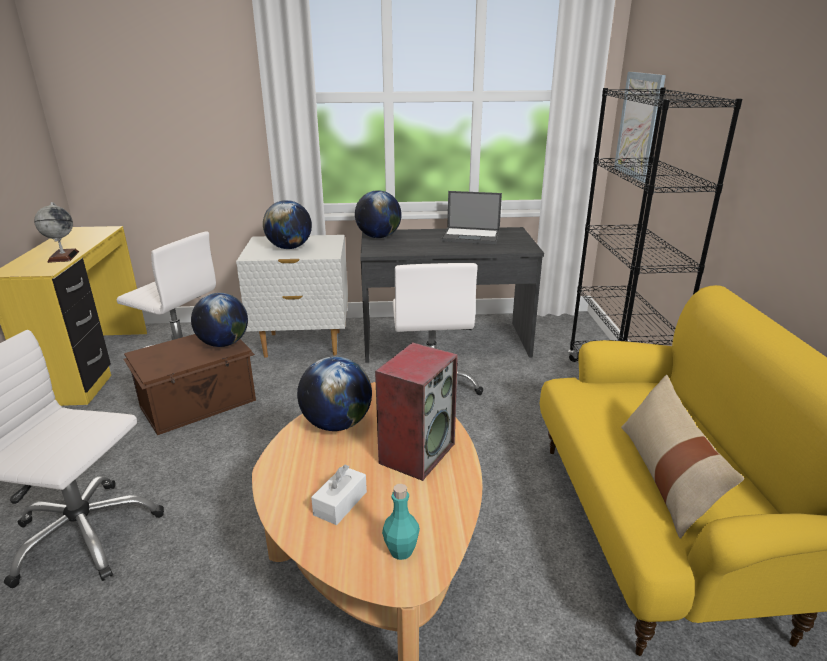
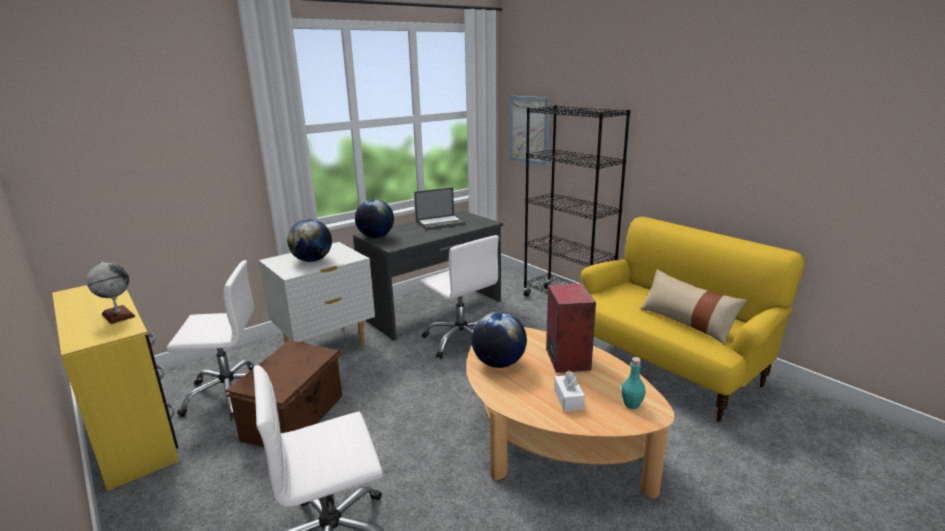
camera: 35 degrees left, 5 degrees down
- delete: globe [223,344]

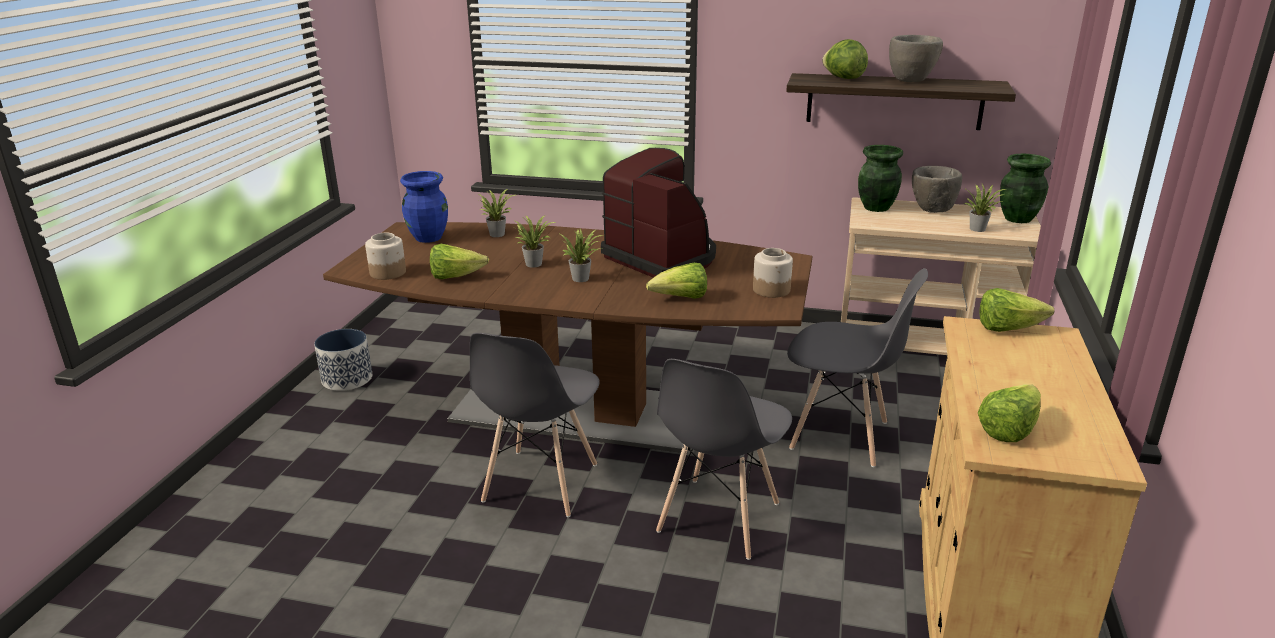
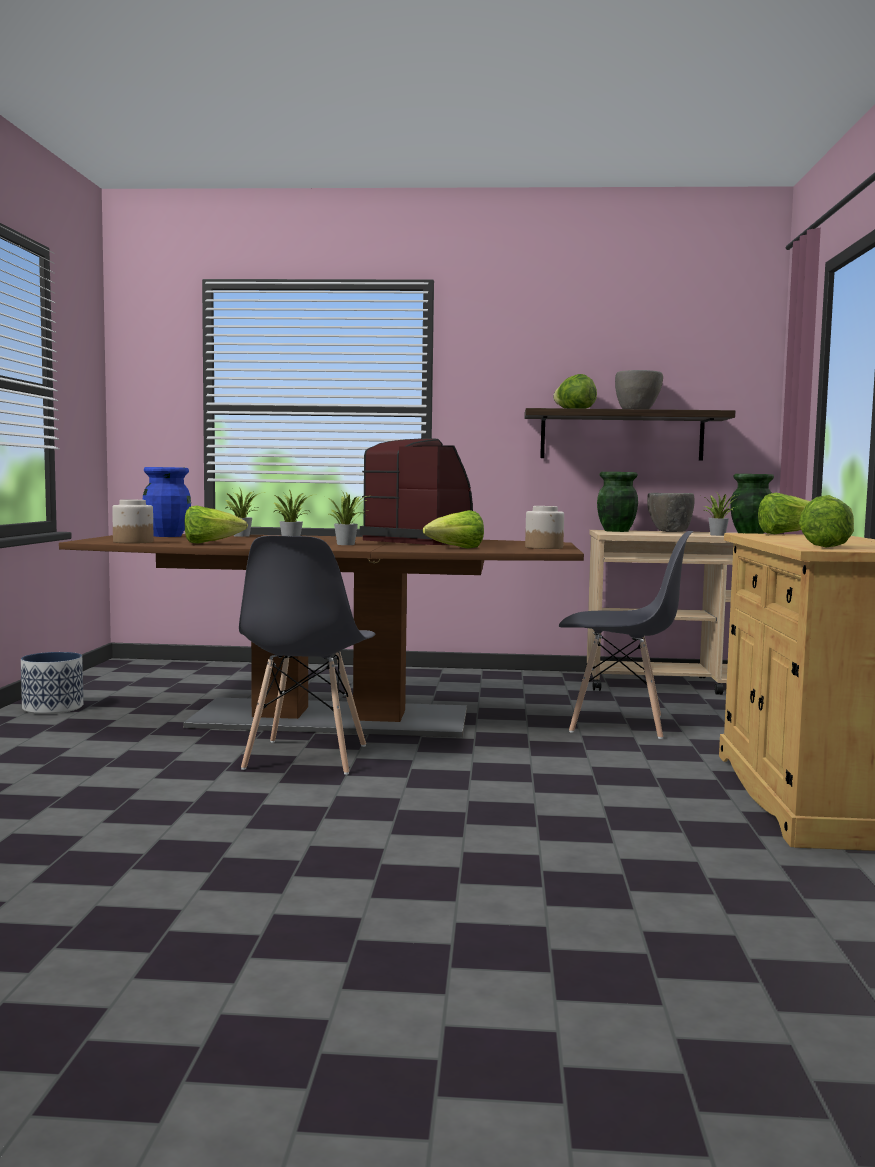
camera: 10 degrees left, 20 degrees down
- delete: chair/grey [718,518]

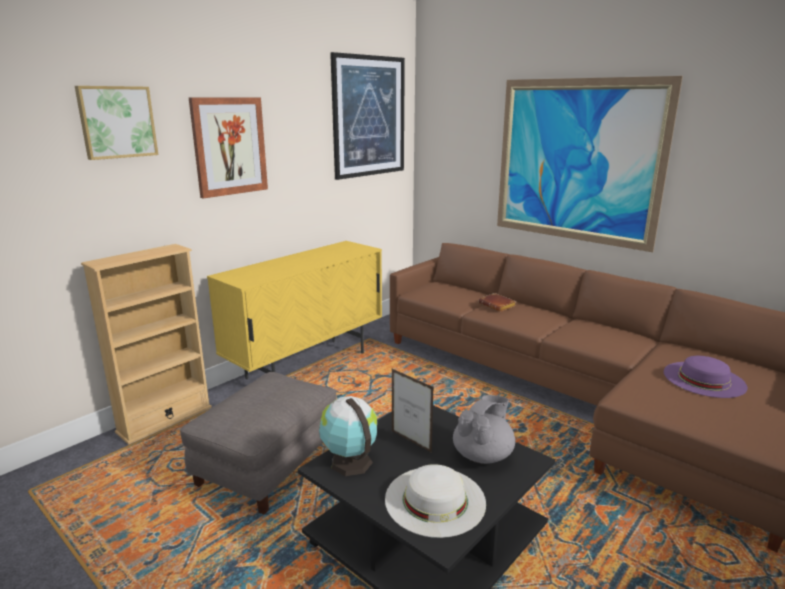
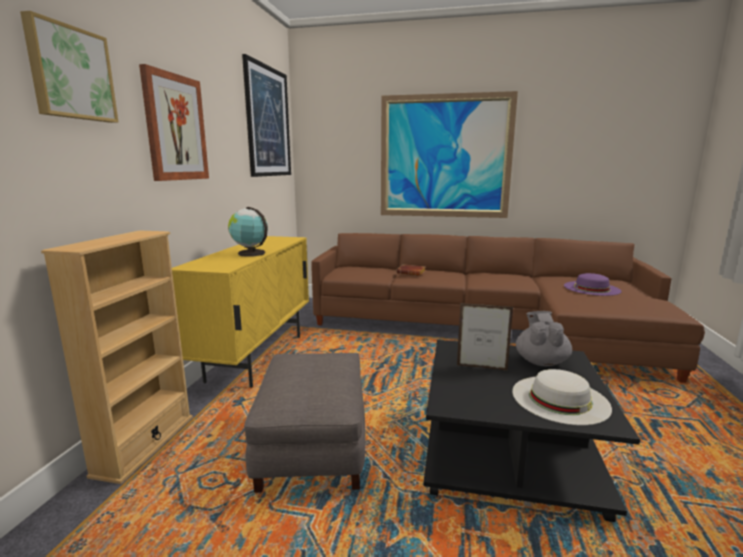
camera: 30 degrees left, 5 degrees down
- move: globe [349,461] to [250,253]

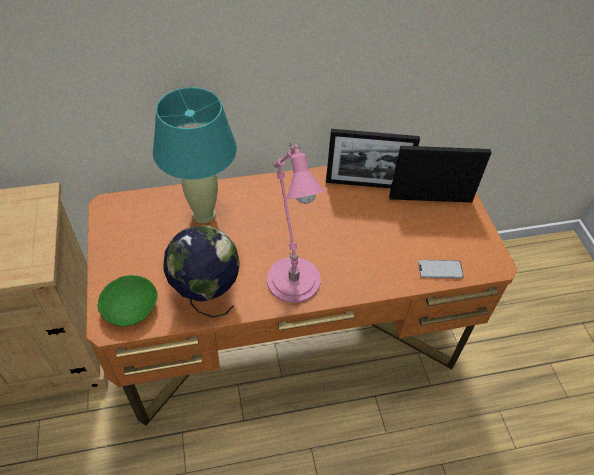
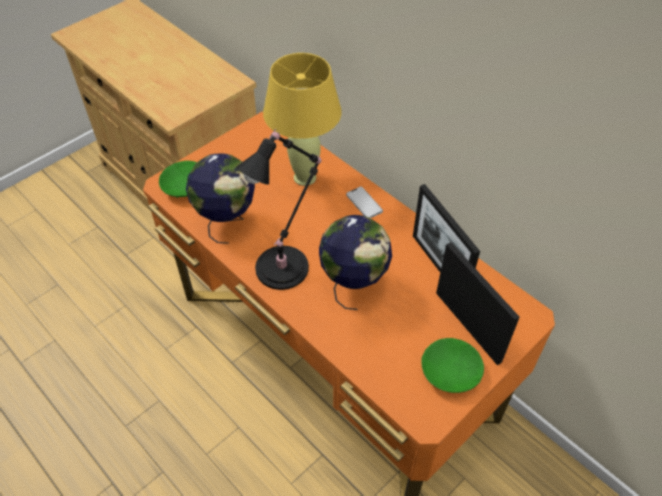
camera: 60 degrees right, 0 degrees up
- recolor: table lamp/pink [292,276] to table lamp/black [285,265]
- recolor: table lamp/turquoise [203,214] to table lamp/yellow [304,177]
- insert: globe [353,285]
- move: phone [440,269] to [364,203]
- insert: bowl/green [451,372]

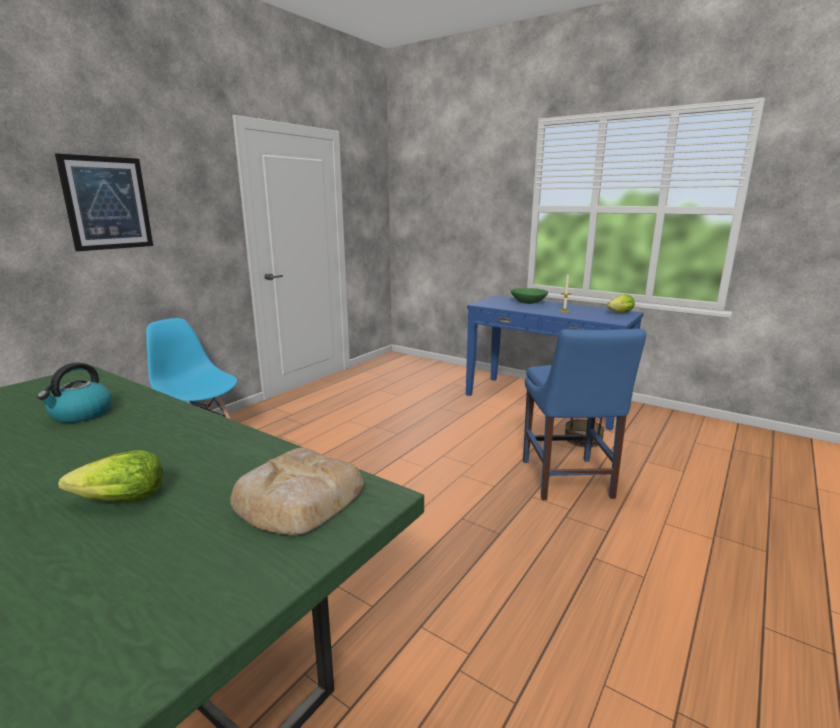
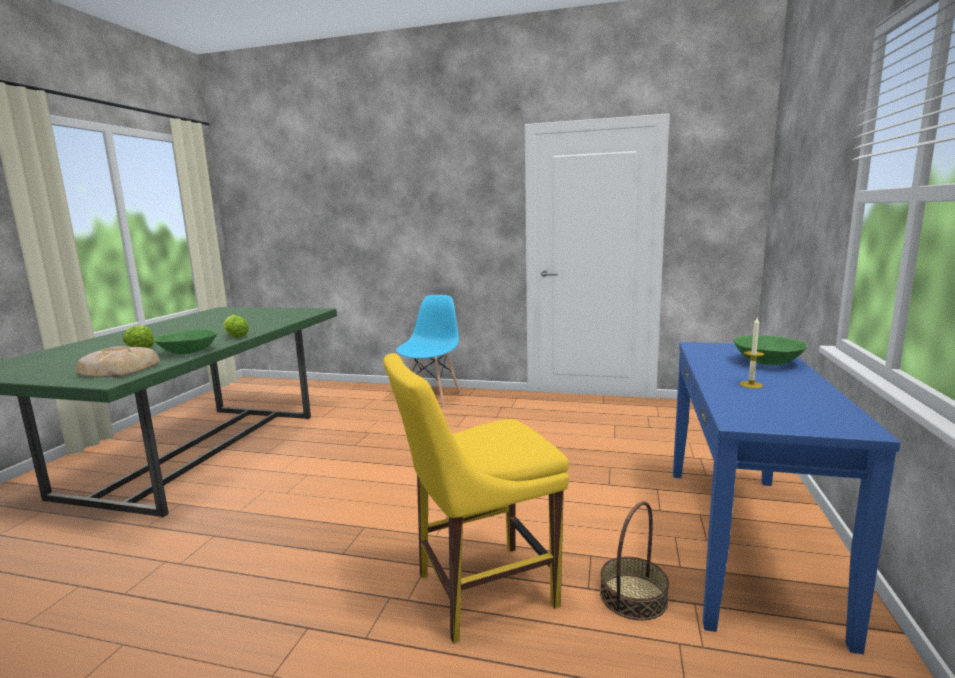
camera: 70 degrees right, 5 degrees down
- insert: bowl/green [188,352]
- move: lettuce [618,313] to [235,336]
- recolor: chair/blue [567,481] to chair/yellow [478,591]
- delete: kettle [81,414]
- delete: picture [107,203]

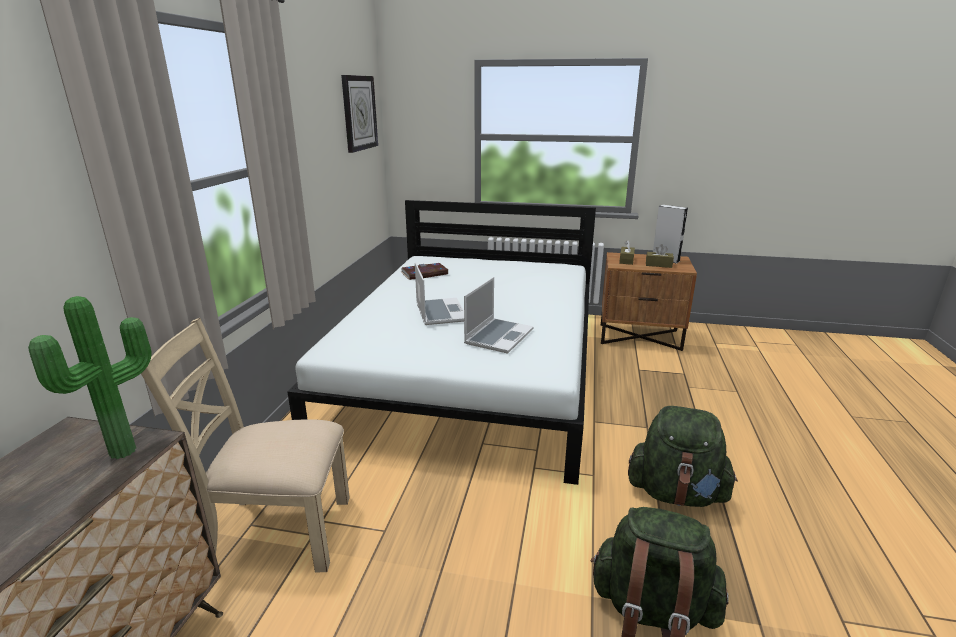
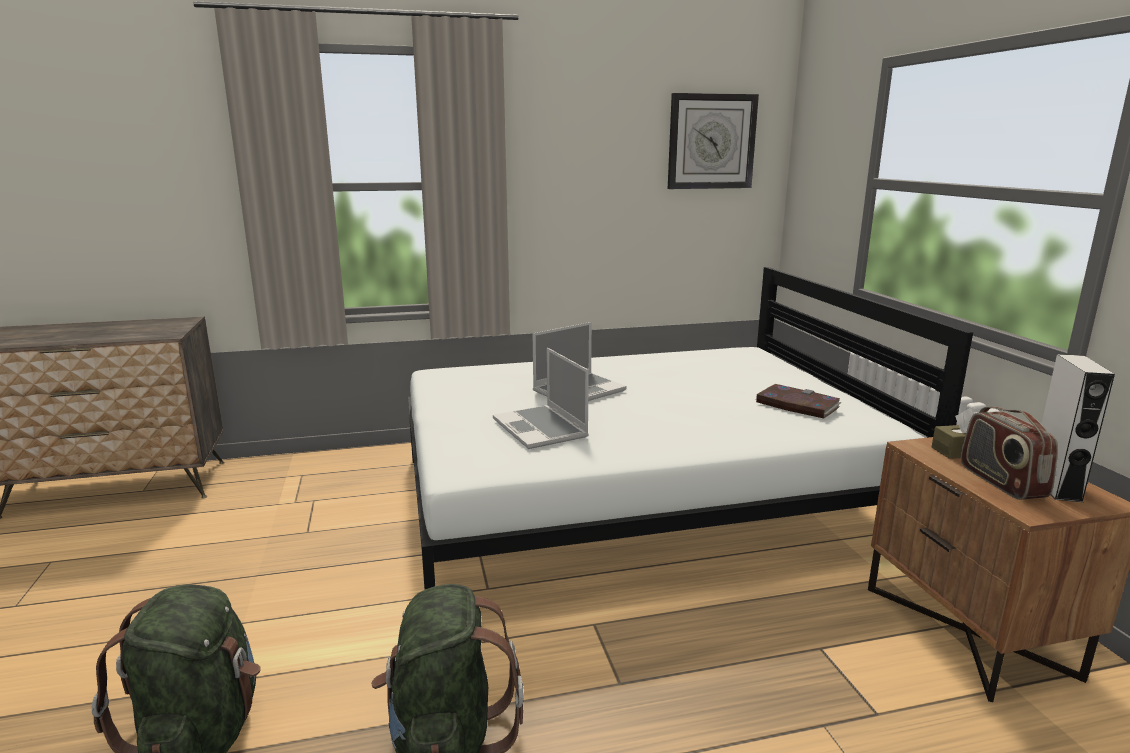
camera: 65 degrees right, 5 degrees down
- rotate: laptop [498,336] = [541,429] 60 degrees clockwise
- move: book [424,274] to [796,405]
- replace: tissue box/brown [658,265] to radio [1001,482]
- delete: potted plant [127,452]
- delete: chair/beige [279,531]

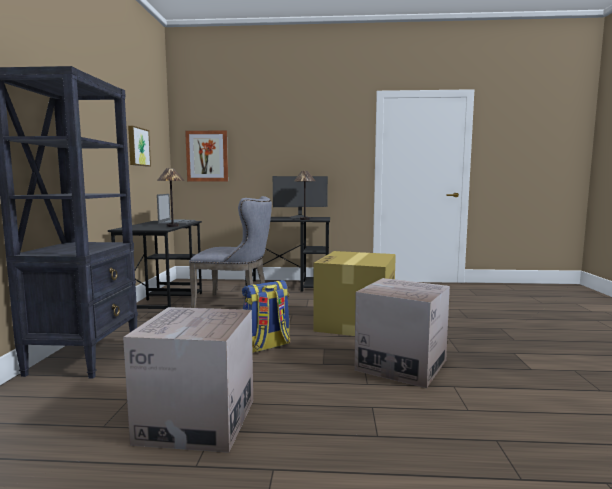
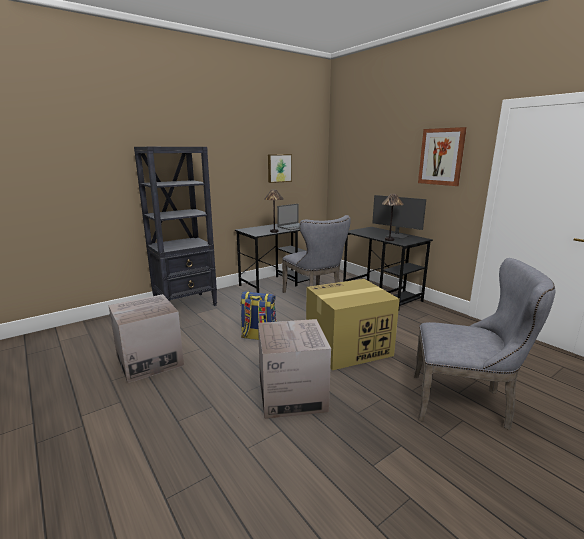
camera: 50 degrees right, 10 degrees up
- insert: chair/grey [465,403]
- move: picture [207,156] to [441,157]

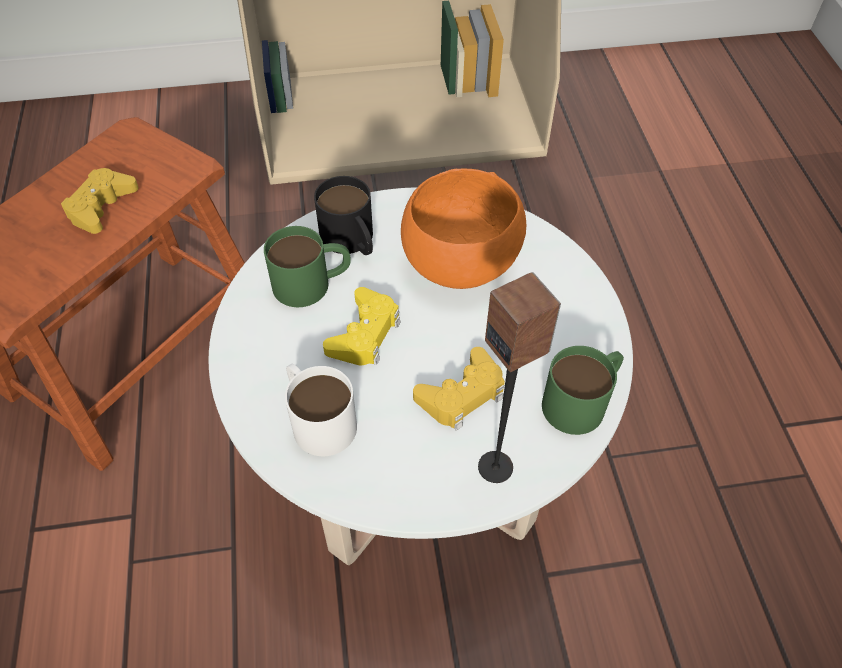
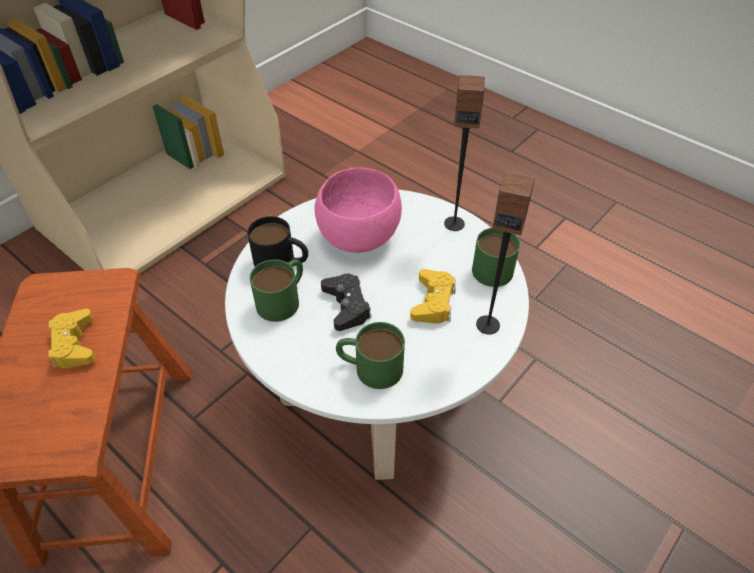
camera: 40 degrees left, 5 degrees down
- recolor: bowl/orange [459,265] to bowl/pink [359,238]
- recolor: game controller/yellow [364,334] to game controller/black [346,306]
- recolor: mug/white [317,418] to mug/green [369,367]
- insert: speaker [454,223]

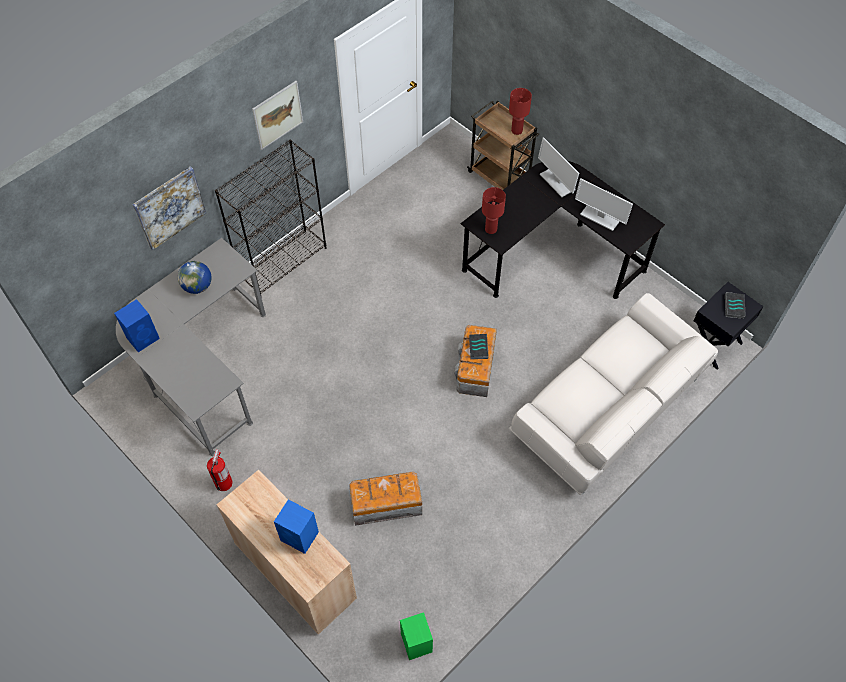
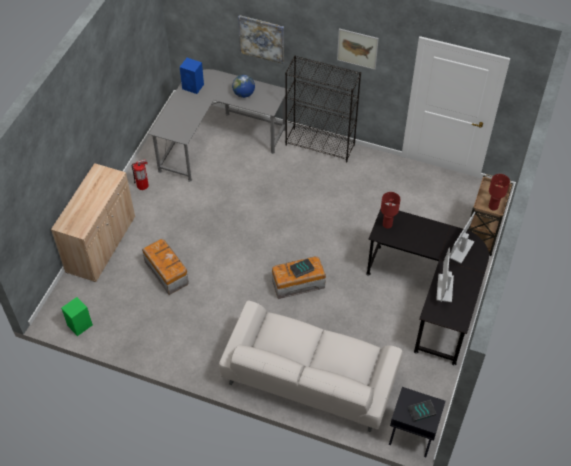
camera: 65 degrees right, 5 degrees down
- delete: speaker/blue [300,536]

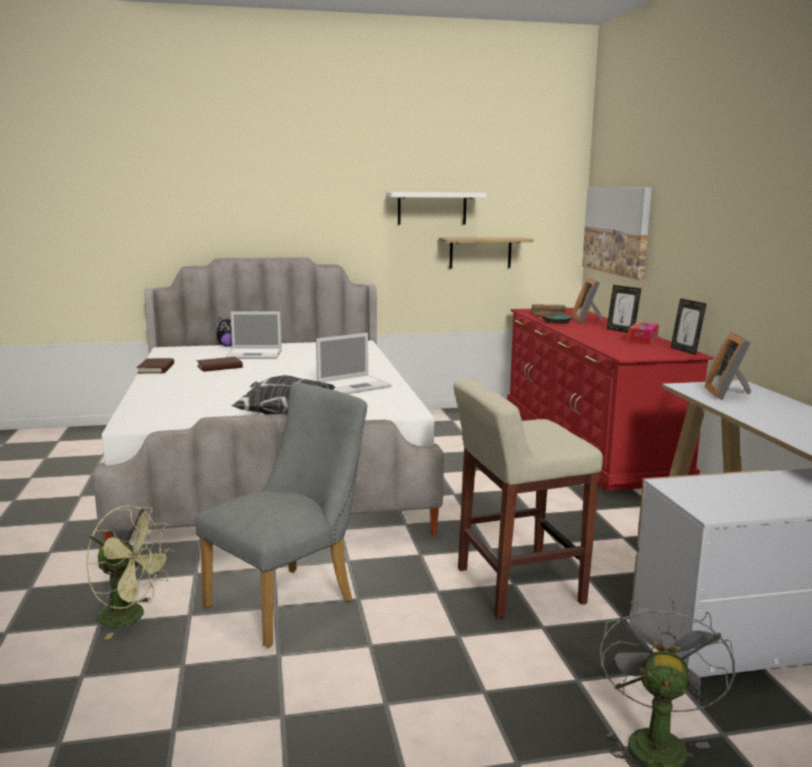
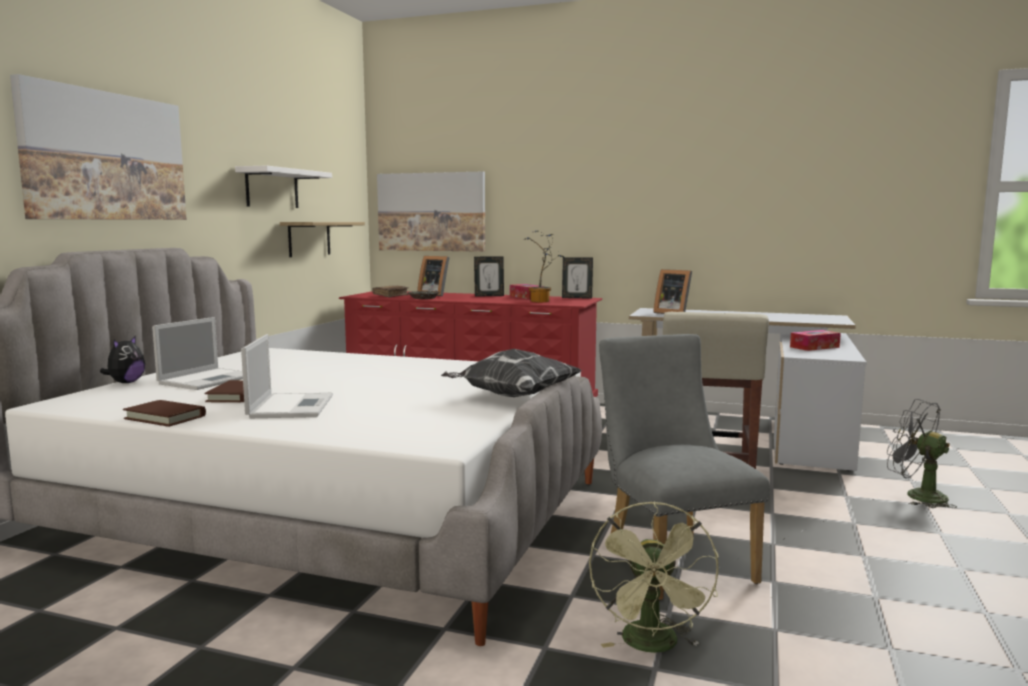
camera: 60 degrees left, 5 degrees down
- insert: picture [105,156]
- move: laptop [355,385] to [291,406]
- insert: potted plant [542,301]
- rotate: fan/green [131,617] = [653,646] 135 degrees clockwise
- insert: tissue box [814,347]

